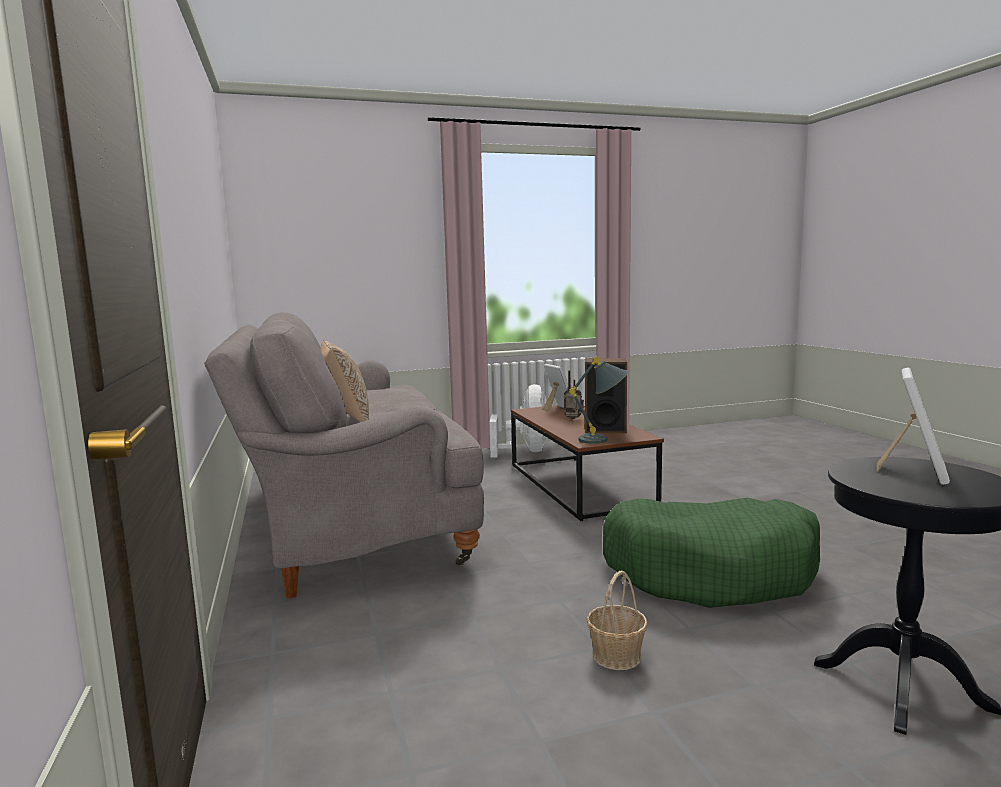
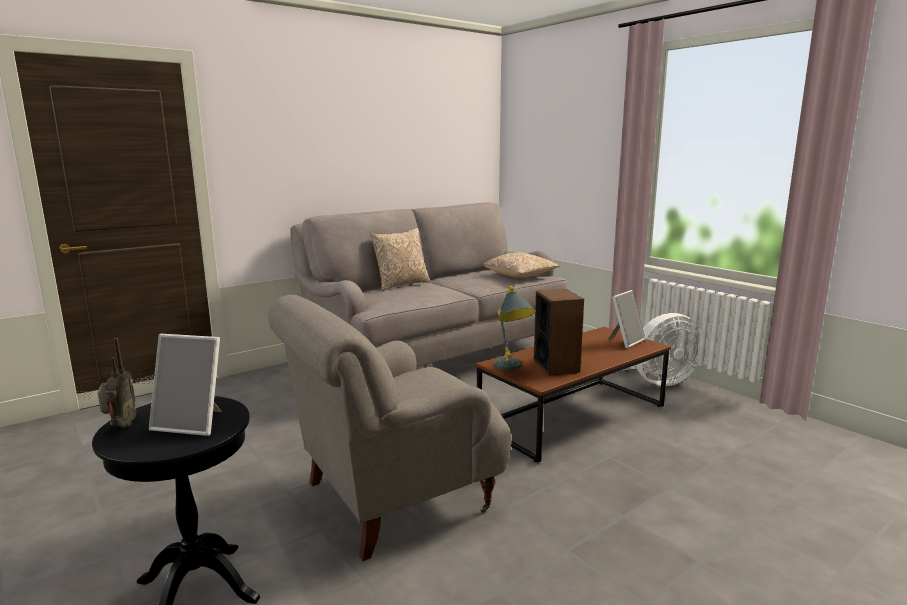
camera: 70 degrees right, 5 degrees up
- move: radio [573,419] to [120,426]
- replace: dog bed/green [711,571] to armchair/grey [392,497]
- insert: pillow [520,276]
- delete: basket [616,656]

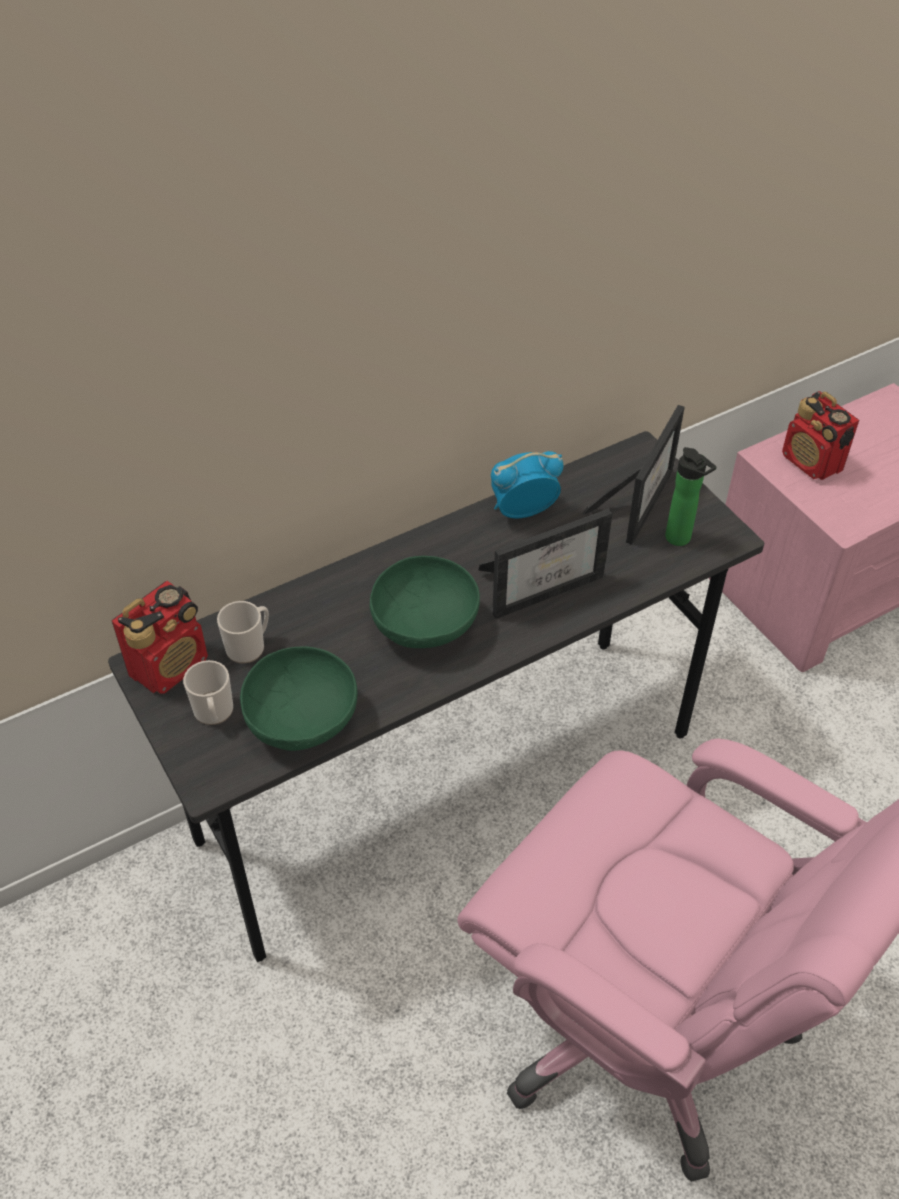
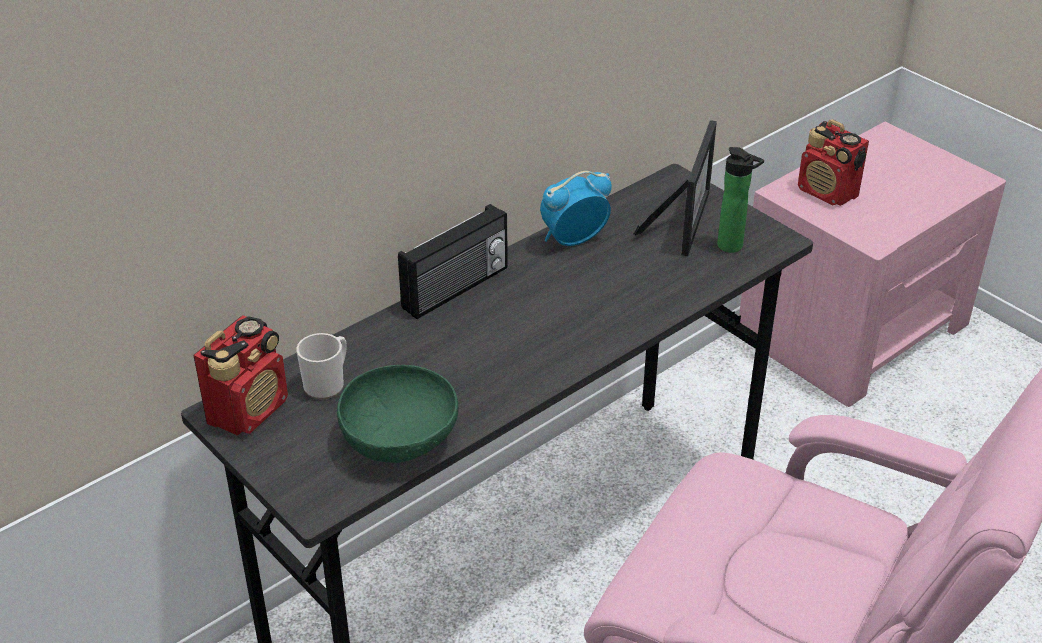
camera: 10 degrees left, 10 degrees down
- insert: radio [457,289]
- delete: mug [214,713]
- delete: bowl/green [425,626]
- delete: picture frame [544,586]

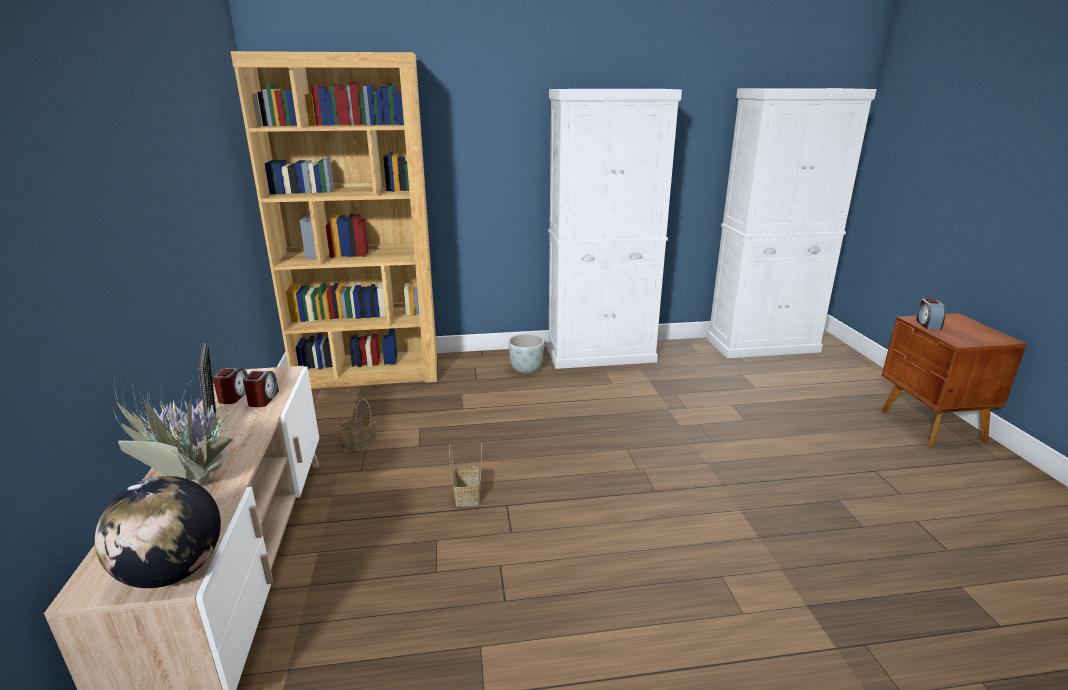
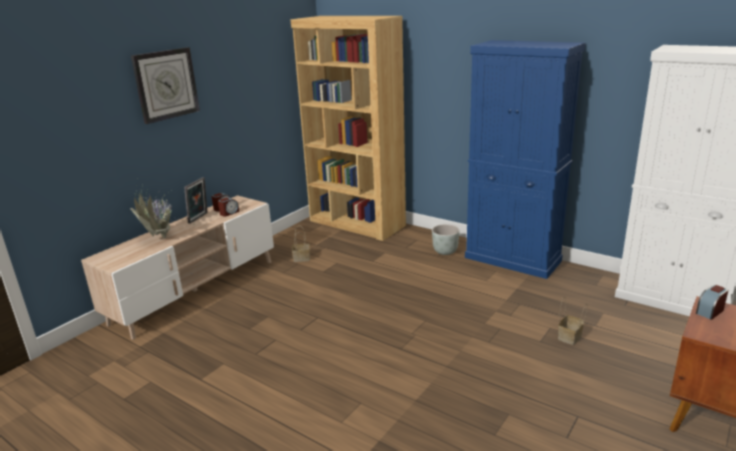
camera: 45 degrees right, 0 degrees up
- insert: wall clock [166,84]
- recolor: cabinet/white [601,355] to cabinet/blue [513,259]
- move: basket [468,497] to [570,337]
- delete: globe [173,571]

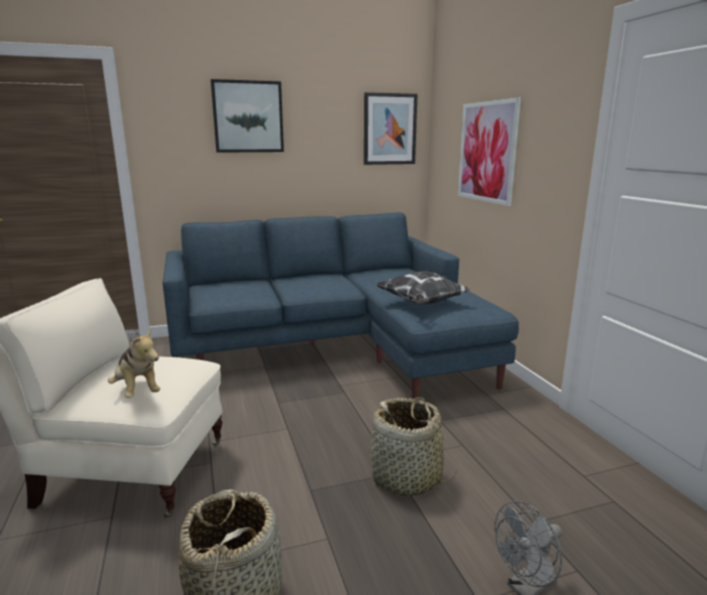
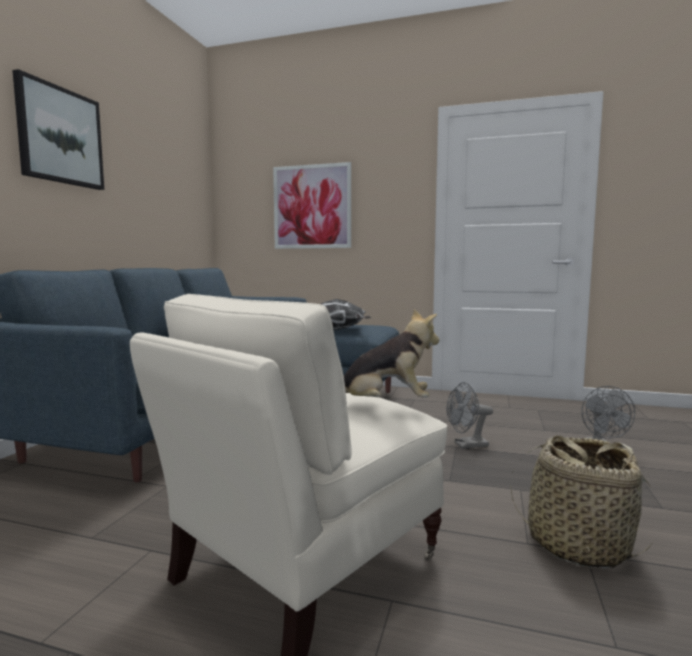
camera: 55 degrees left, 10 degrees down
- replace: basket [407,477] to fan/grey [466,445]
- delete: picture [389,129]

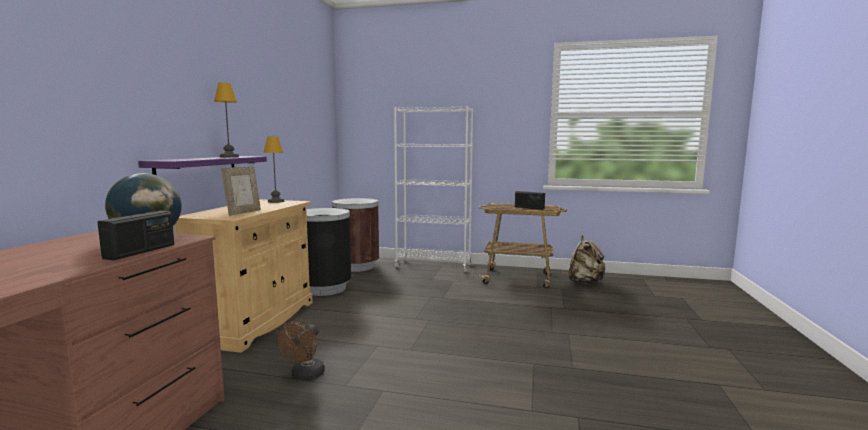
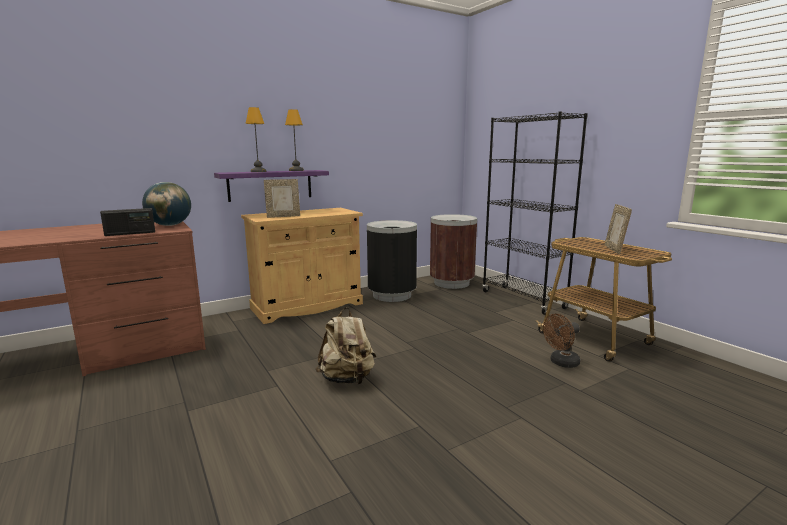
camera: 45 degrees right, 5 degrees up
- move: table lamp [275,201] to [258,171]
- move: backpack/beige [584,282] to [347,379]
- recolor: bookcase/white [433,266] to bookcase/black [523,300]
- move: fan/brown [305,376] to [561,363]
- replace: radio [529,208] to picture frame [614,250]

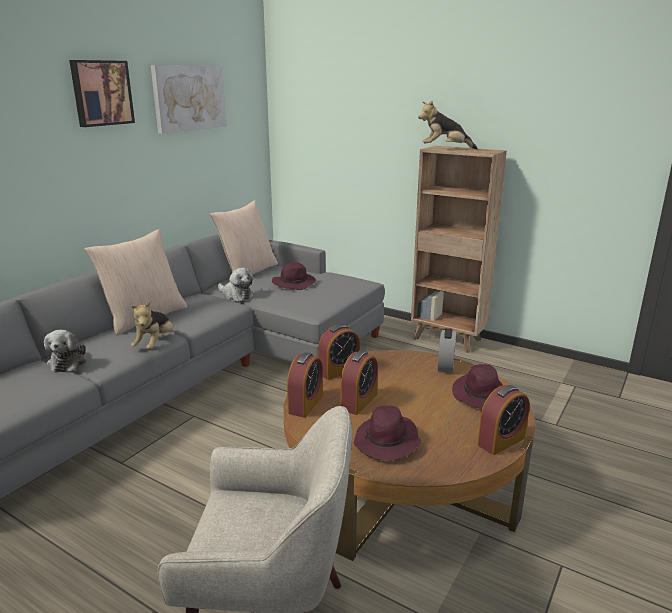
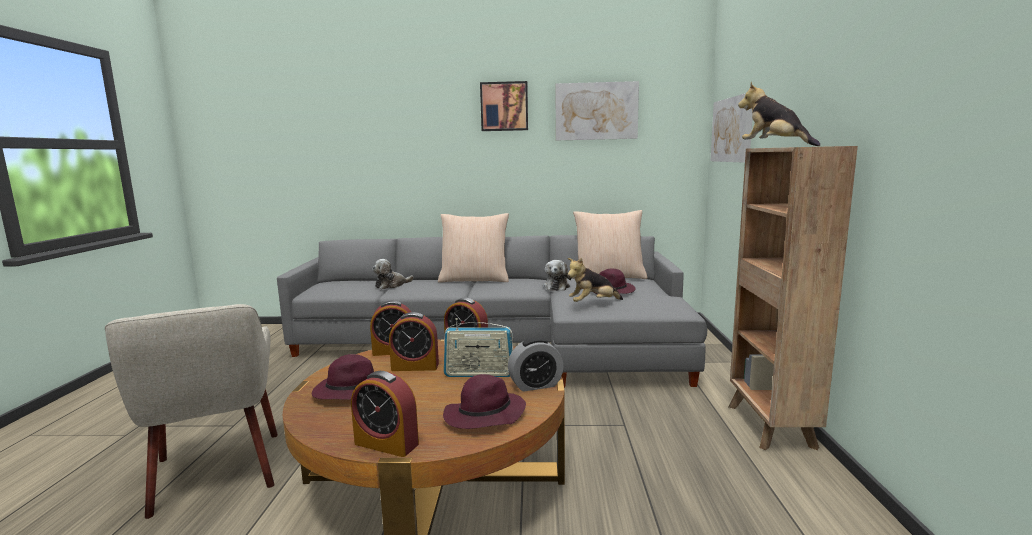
camera: 60 degrees right, 10 degrees down
- insert: radio [479,373]
- move: plush toy [155,344] to [593,303]
- insert: picture [733,130]

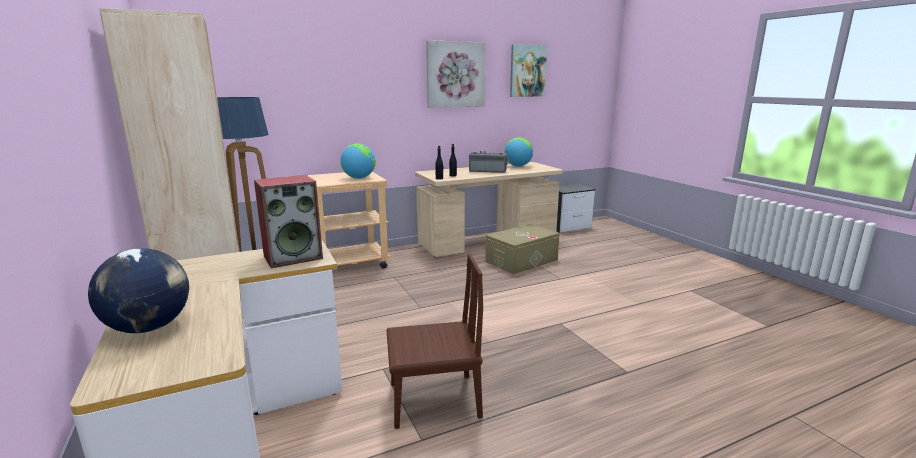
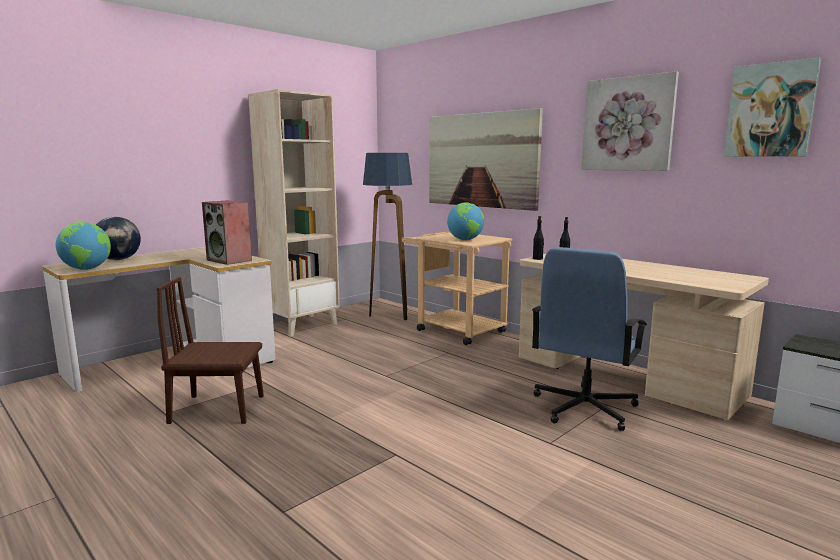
camera: 70 degrees right, 5 degrees down
- move: globe [518,166] to [87,269]
- rotate: chair/brown [434,400] = [218,409] 120 degrees clockwise
- insert: picture [481,160]
- replace: storage box/beige [521,261] to office chair/blue [583,408]
- delete: radio [488,171]

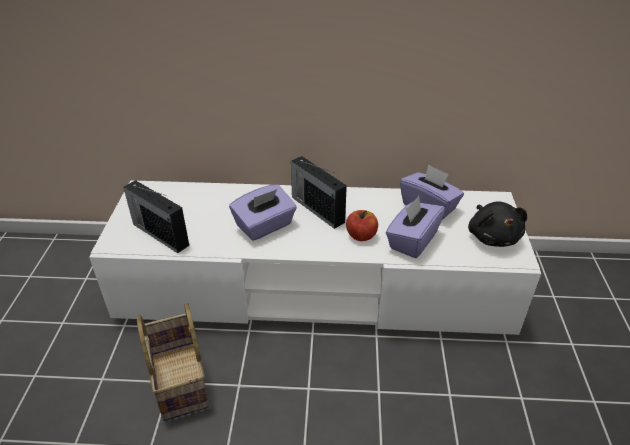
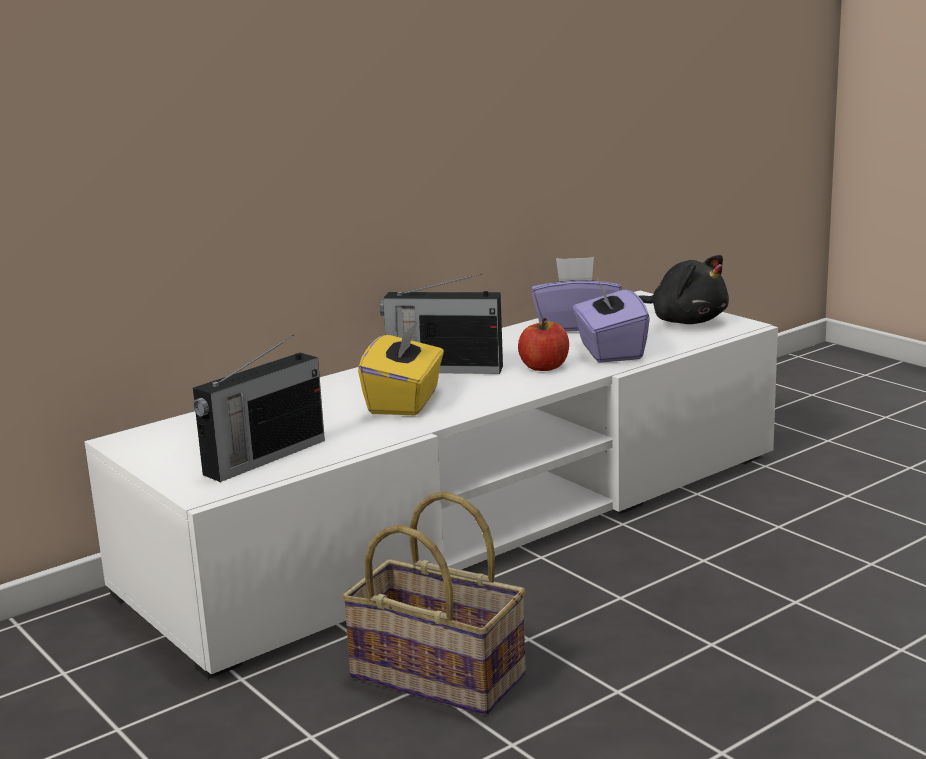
camera: 40 degrees left, 20 degrees down
- rotate: radio [160,234] = [262,458] 45 degrees counterclockwise
- recolor: tissue box/purple [265,226] to tissue box/yellow [405,402]

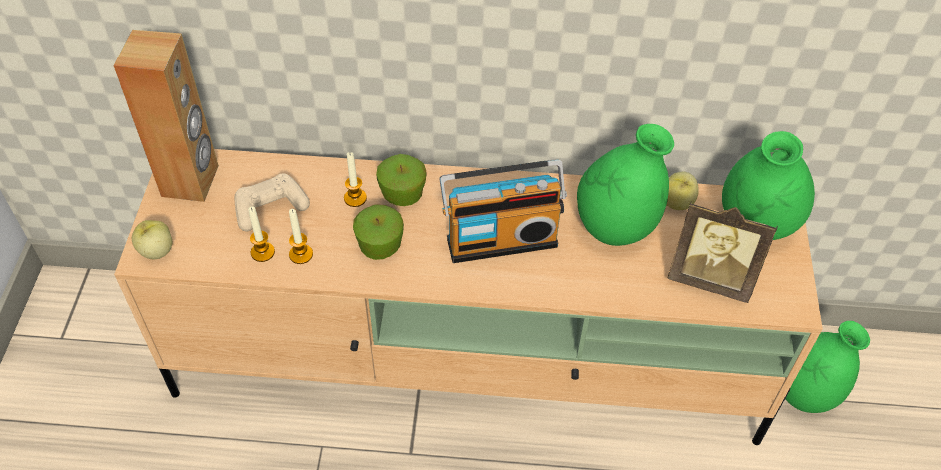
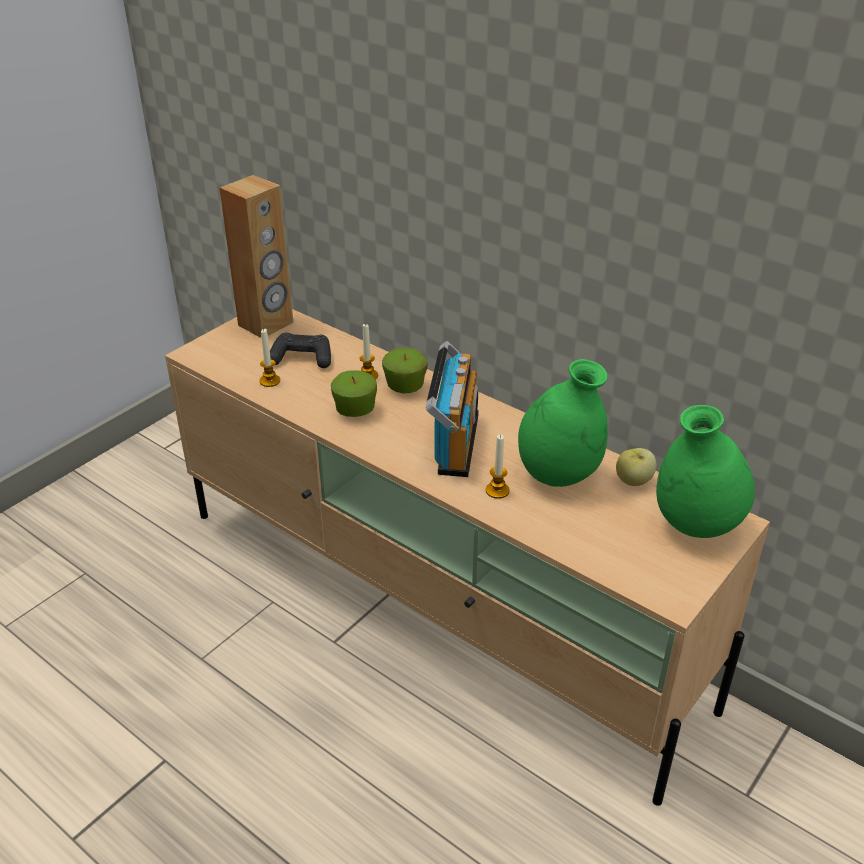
camera: 35 degrees right, 15 degrees down
- recolor: game controller/beige [270,208] to game controller/black [302,359]
- rotate: radio [501,238] = [453,443] 105 degrees counterclockwise
- move: candle [301,254] to [497,490]
- delete: apple [156,251]
- delete: picture frame [710,278]
- delete: vase/green [804,393]

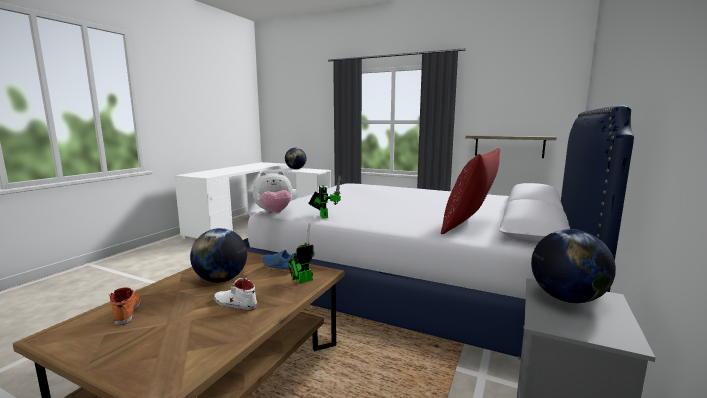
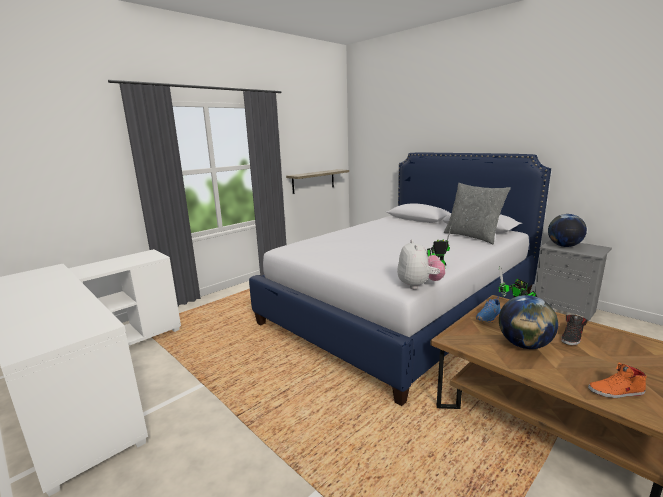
camera: 70 degrees left, 5 degrees up
- recolor: pillow/red [469,226] to pillow/grey [472,237]
- recolor: shoe/white [235,304] to shoe/black [572,338]
- delete: globe [296,169]

